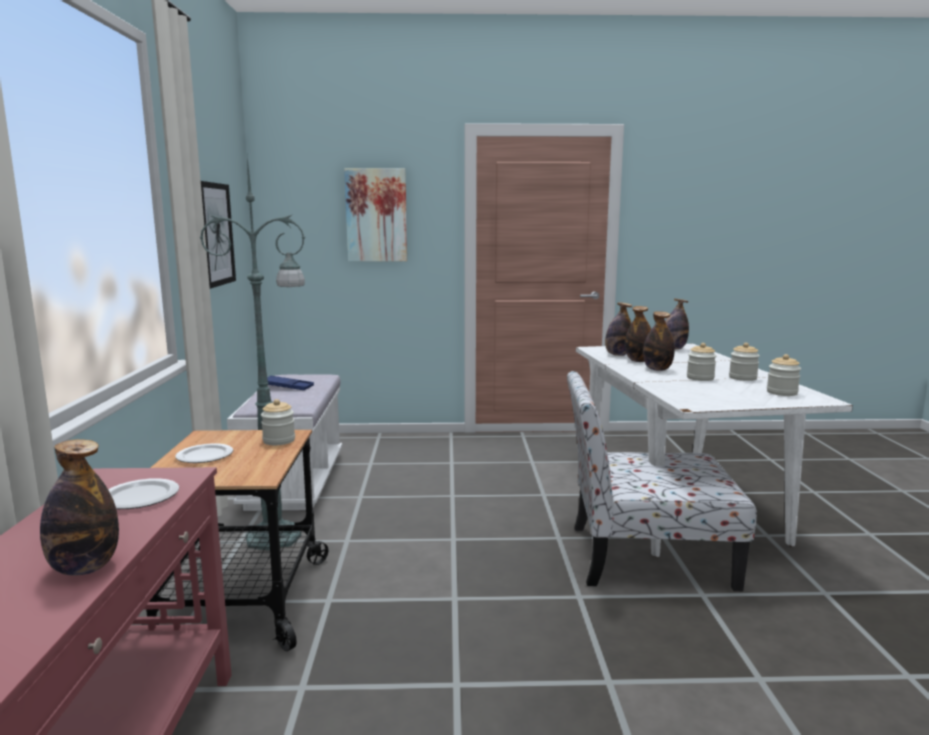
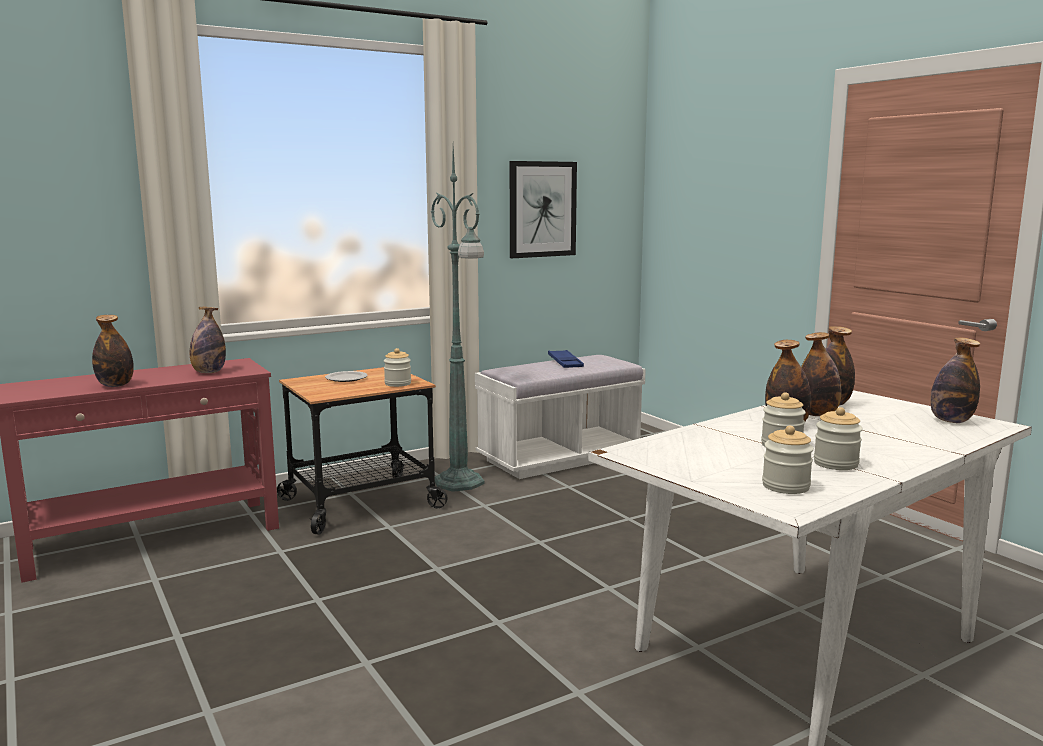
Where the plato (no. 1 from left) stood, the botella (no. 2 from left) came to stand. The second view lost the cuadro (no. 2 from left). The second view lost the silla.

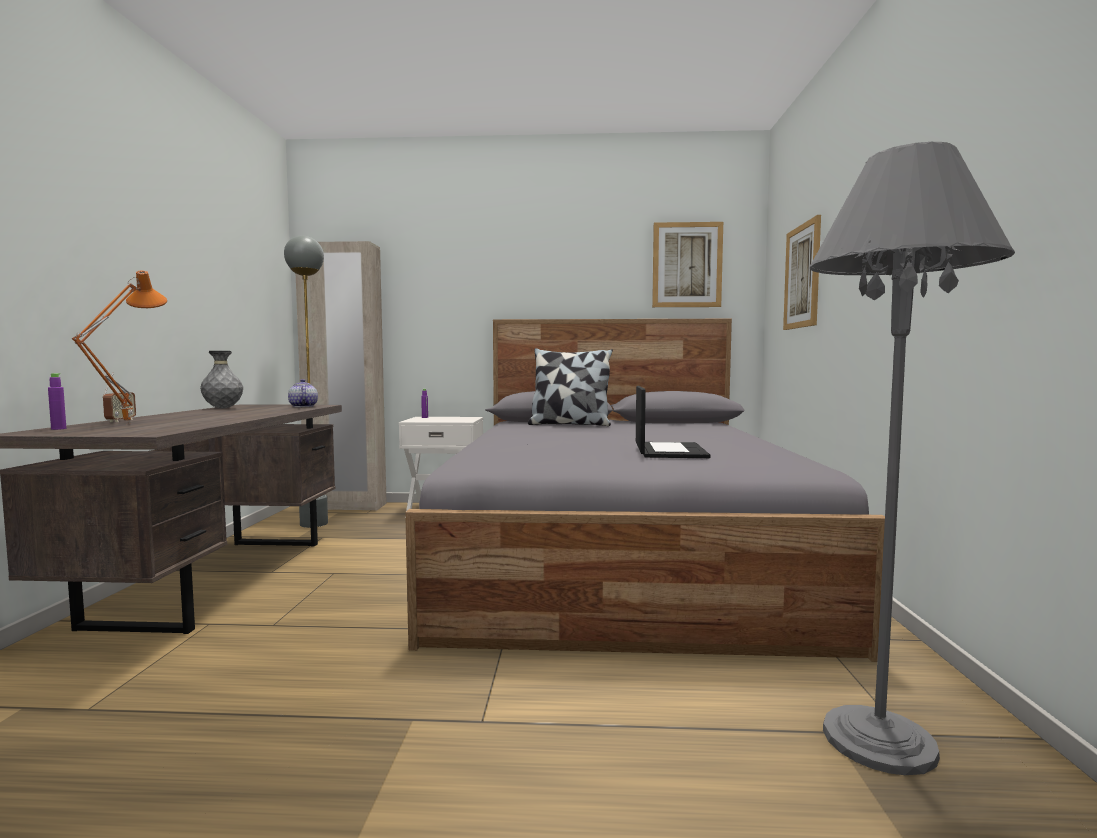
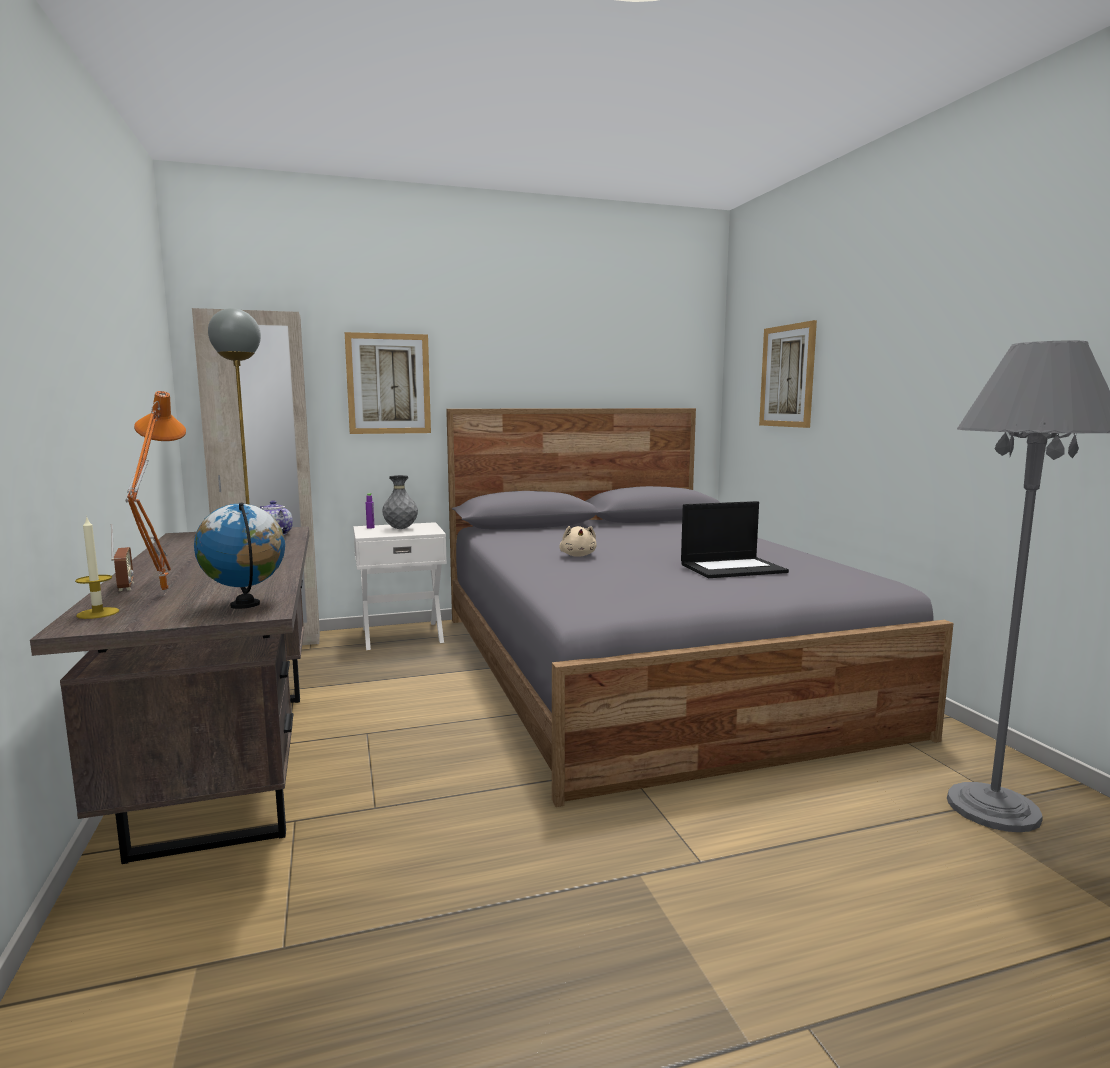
Where the botella/morado (no. 1 from left) stood, the vela came to stand. The second view gained the globo terráqueo. The cuadro (no. 1 from left) ended up elsewhere. The florero/gris ended up elsewhere. The second view gained the peluche/beis. The portátil ended up facing another way, 90 degrees clockwise from before. The second view lost the cojín.

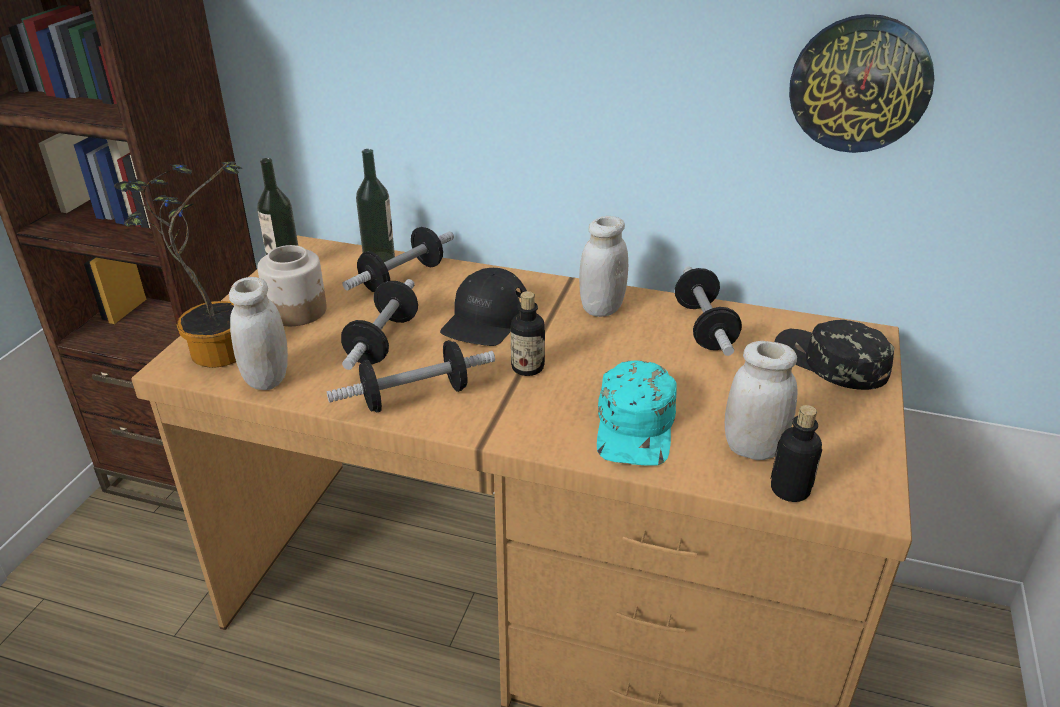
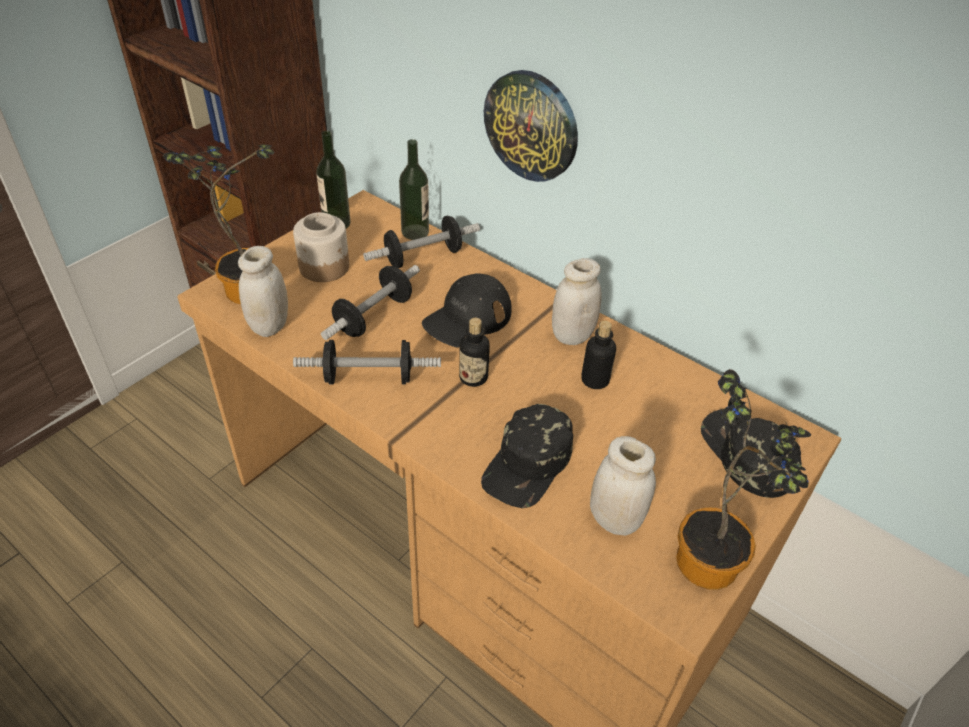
What was the gorra/turquesa turned into the gorra/negro (no. 2 from left). The reloj de pared ended up elsewhere. The botella (no. 4 from left) ended up elsewhere. The second view gained the planta en maceta (no. 2 from left). The second view lost the mancuerna (no. 4 from left).

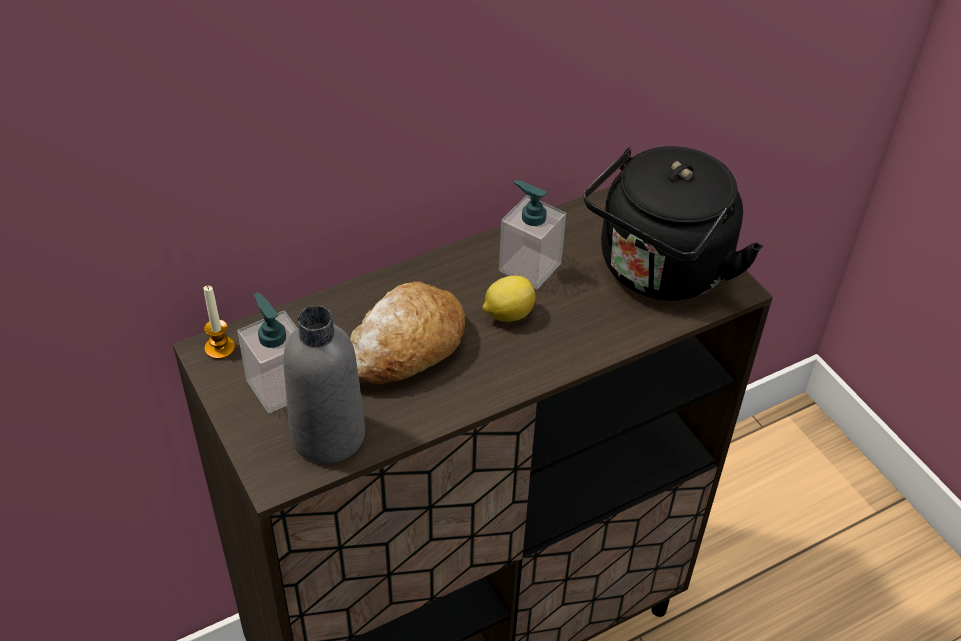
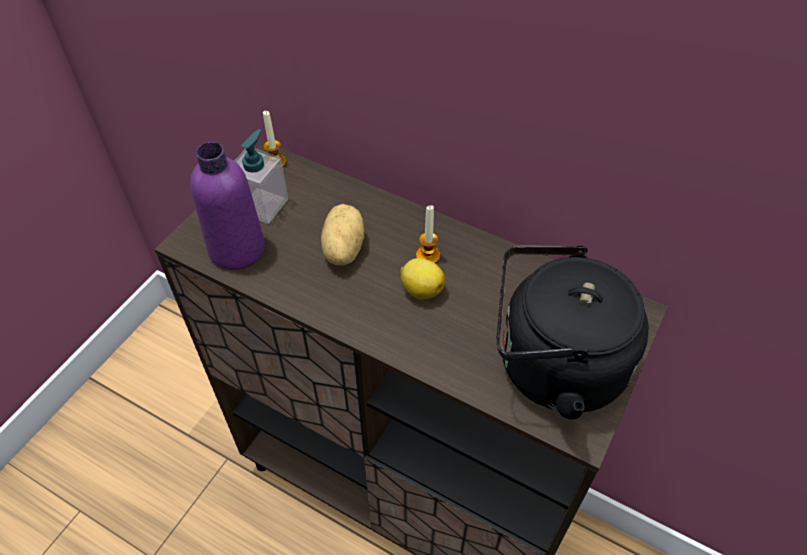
What was the botella/gris turned into the botella/morado. Where the pan stood, the patata came to stand. The second view gained the vela (no. 2 from left). The second view lost the dispensador de jabón (no. 2 from left).

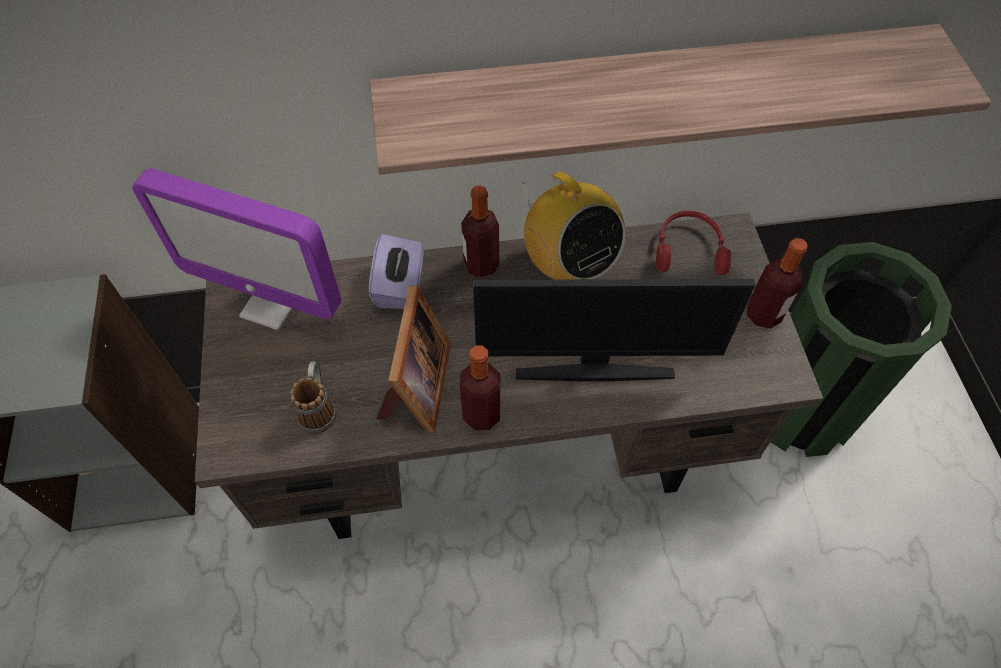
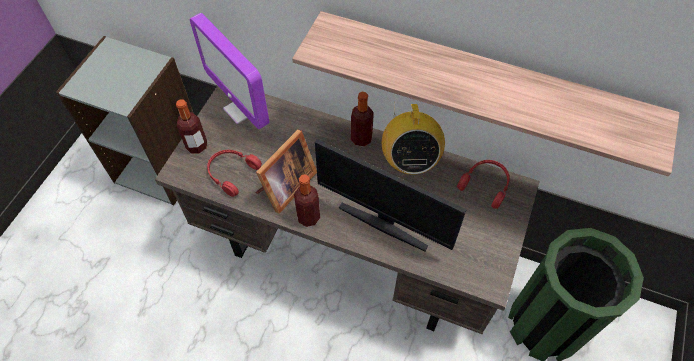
The botella (no. 3 from left in the first image) ended up elsewhere. Where the taza grande stood, the auriculares/rojo (no. 1 from left) came to stand. The second view lost the caja de pañuelos/morado.

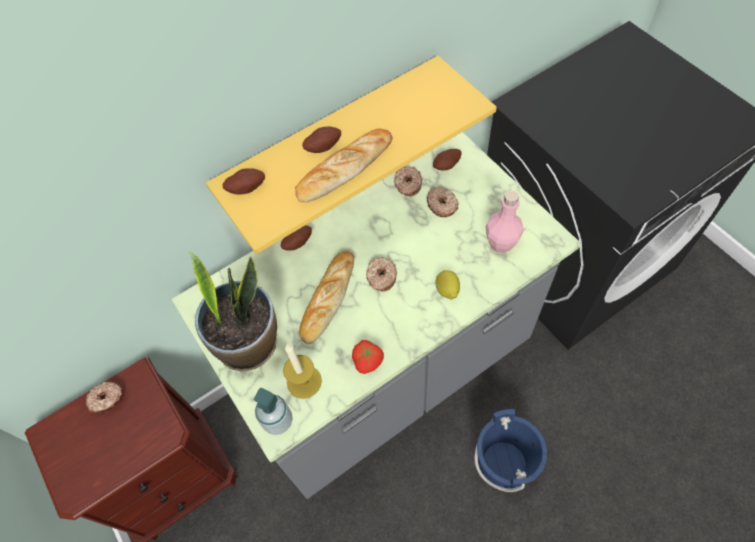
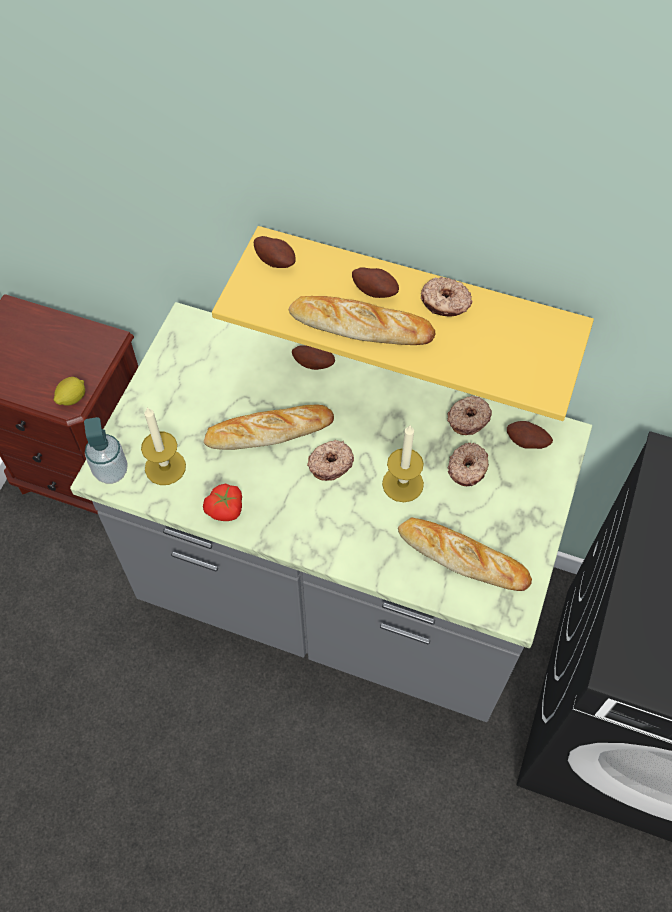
The limón ended up elsewhere. The second view gained the vela (no. 2 from left). Where the botella/rosa stood, the pan (no. 3 from left) came to stand. The rosquilla (no. 1 from left in the first image) ended up elsewhere. The second view lost the planta en maceta. The second view lost the cubo/azul.

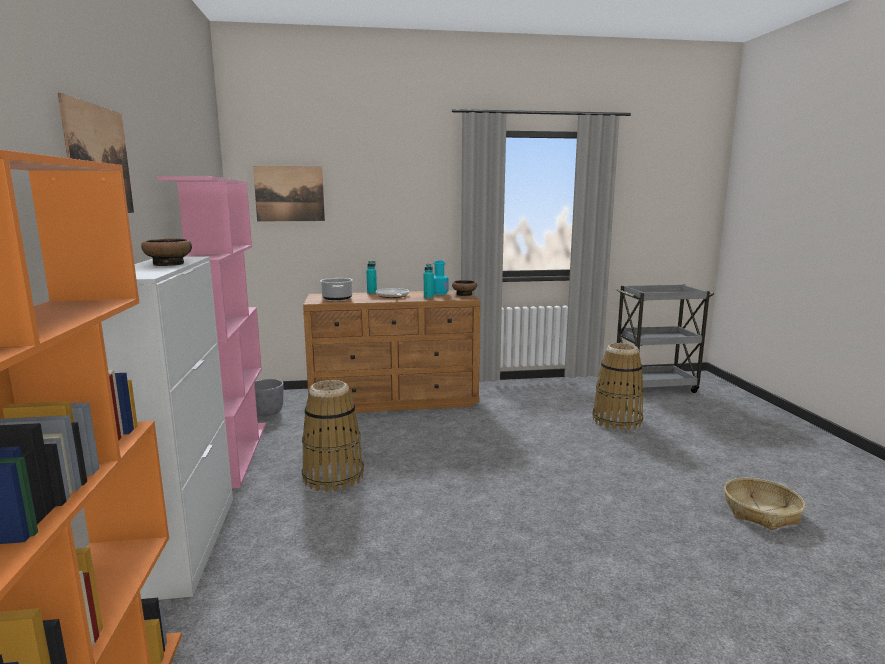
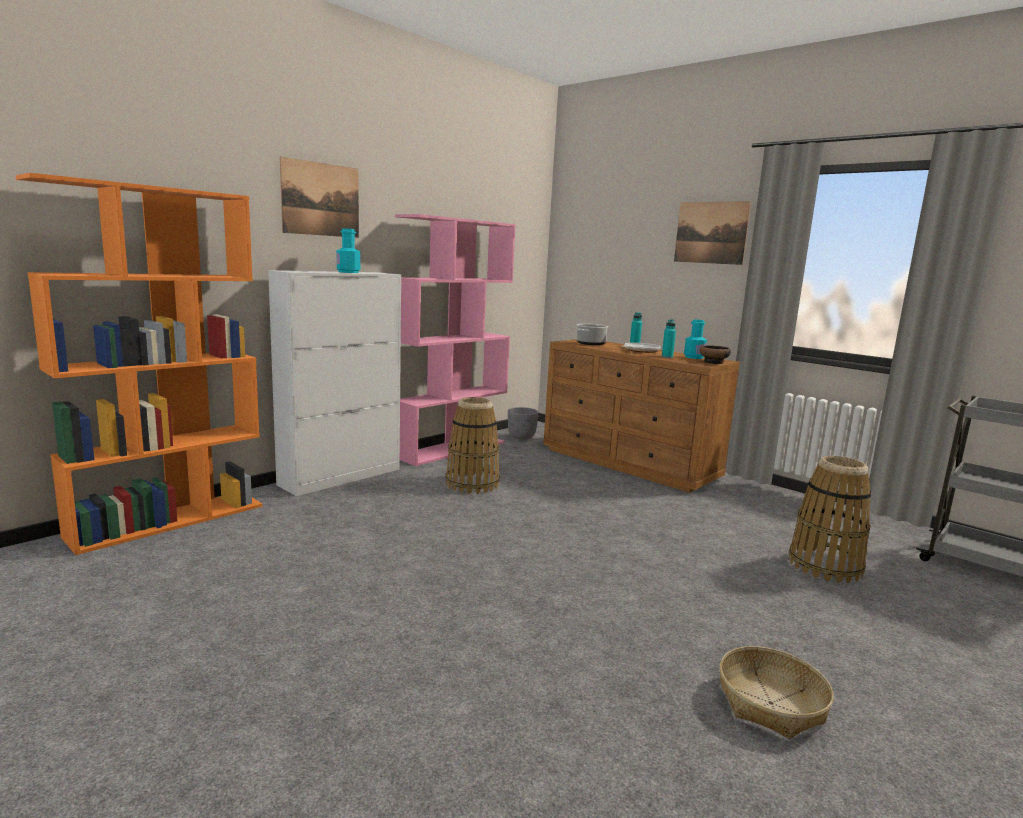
Where the cuenco (no. 1 from left) stood, the botella/turquesa (no. 1 from left) came to stand. The cuadro (no. 2 from left) ended up elsewhere.

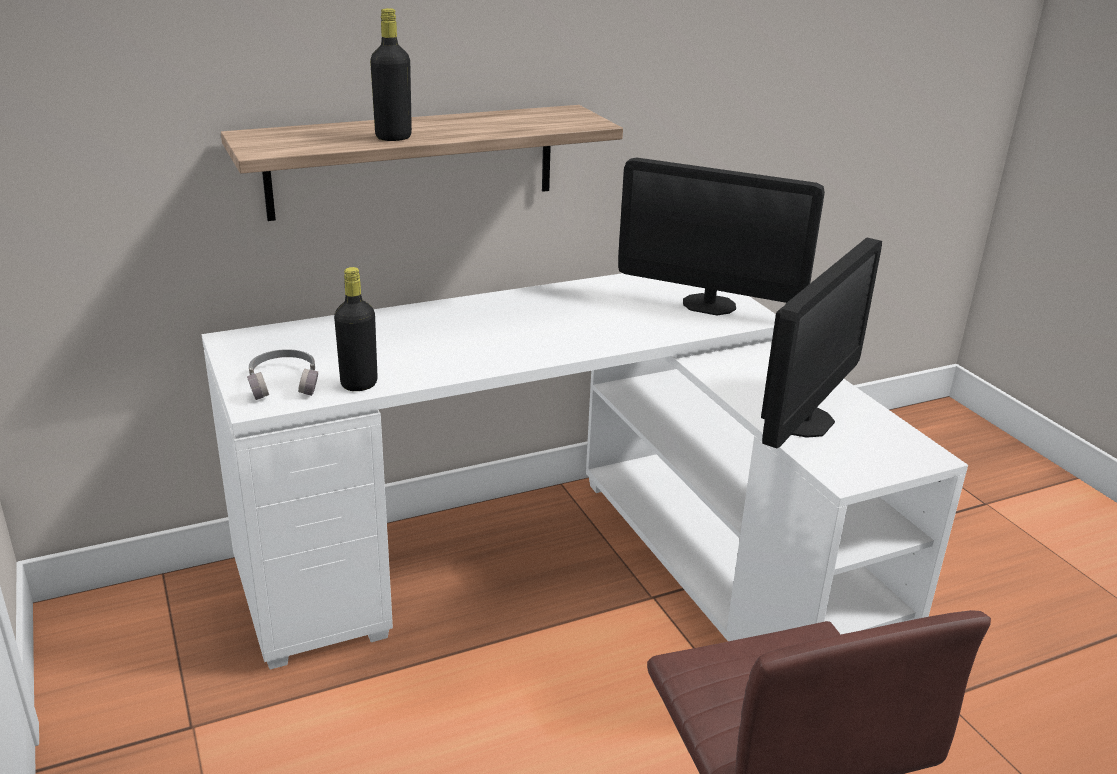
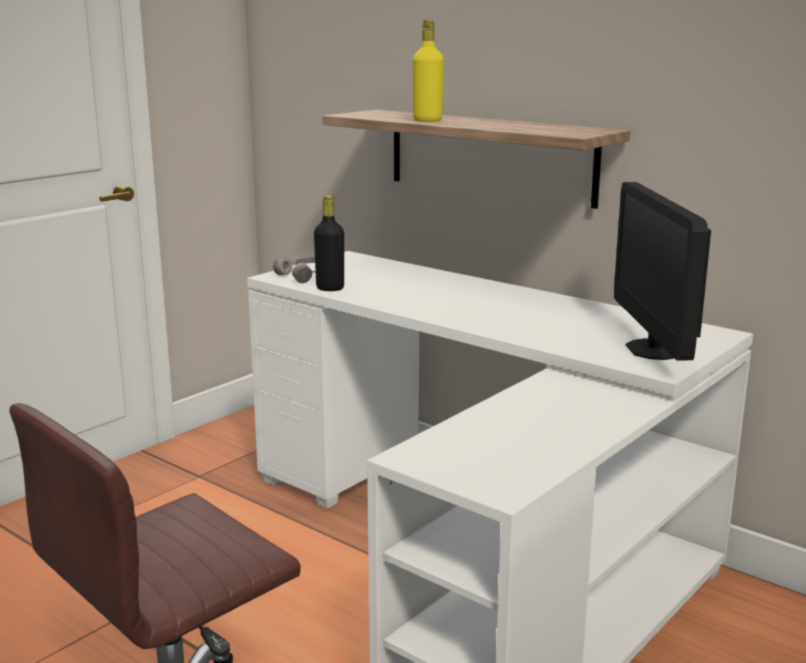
What was the botella/negro (no. 2 from left) turned into the botella/amarillo. The second view lost the monitor (no. 2 from left).

